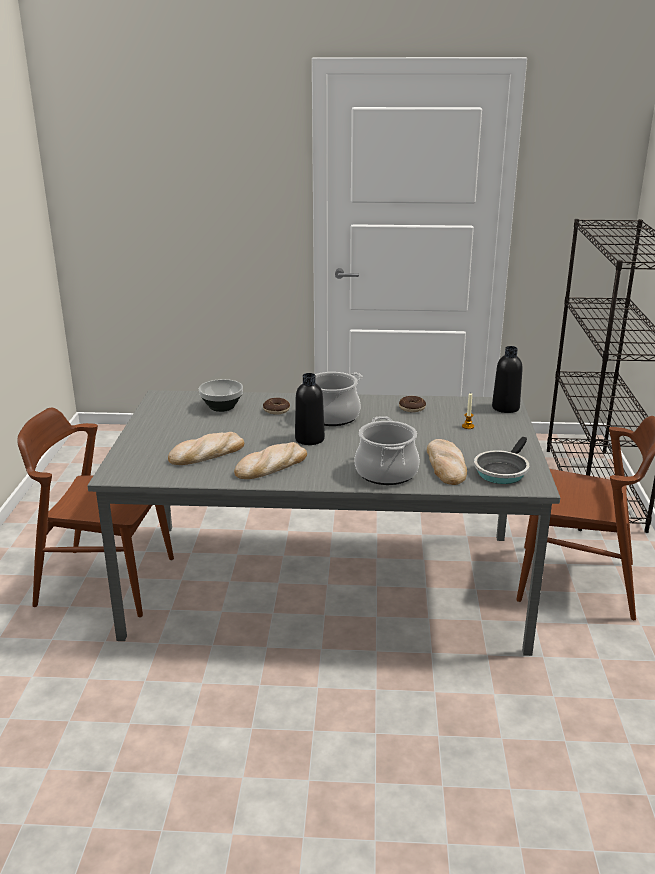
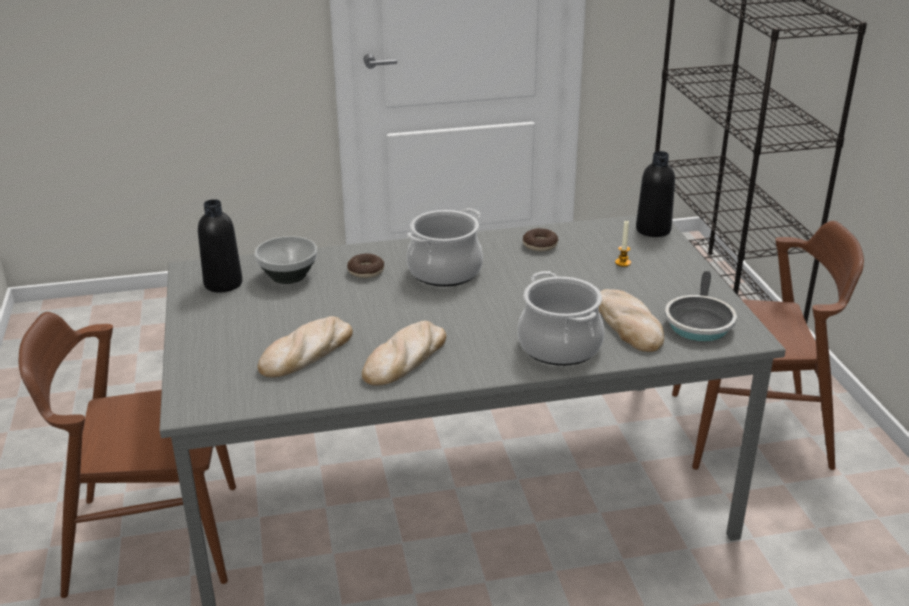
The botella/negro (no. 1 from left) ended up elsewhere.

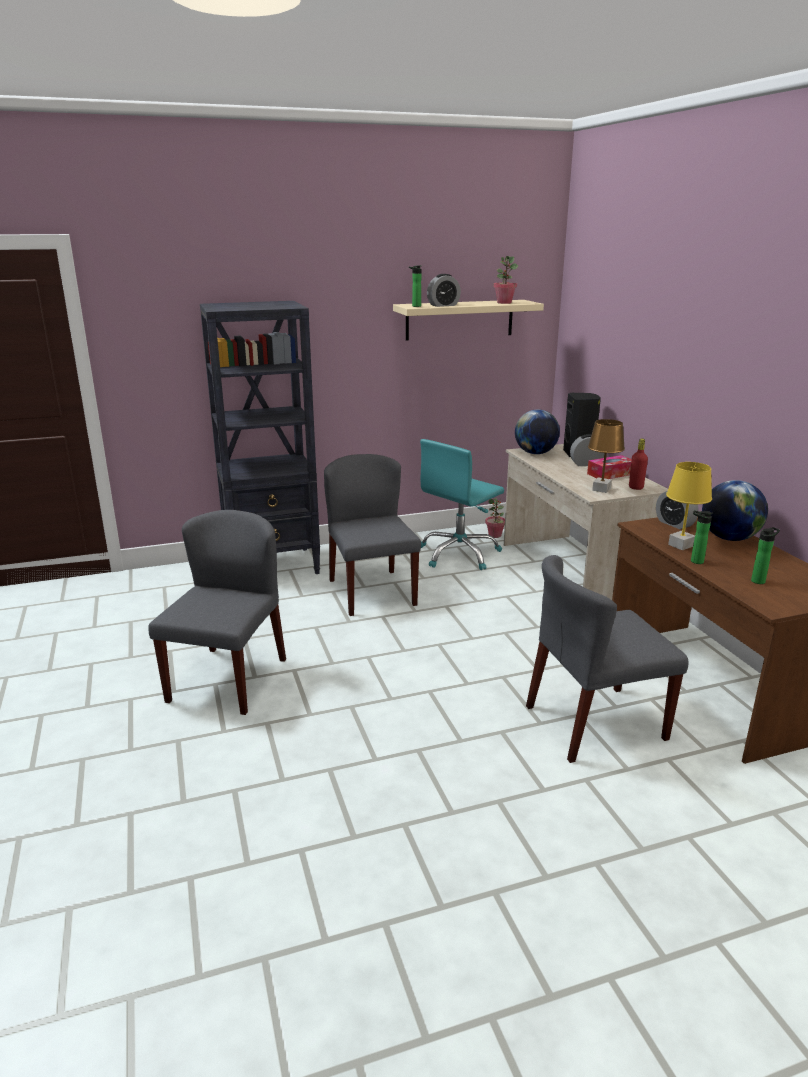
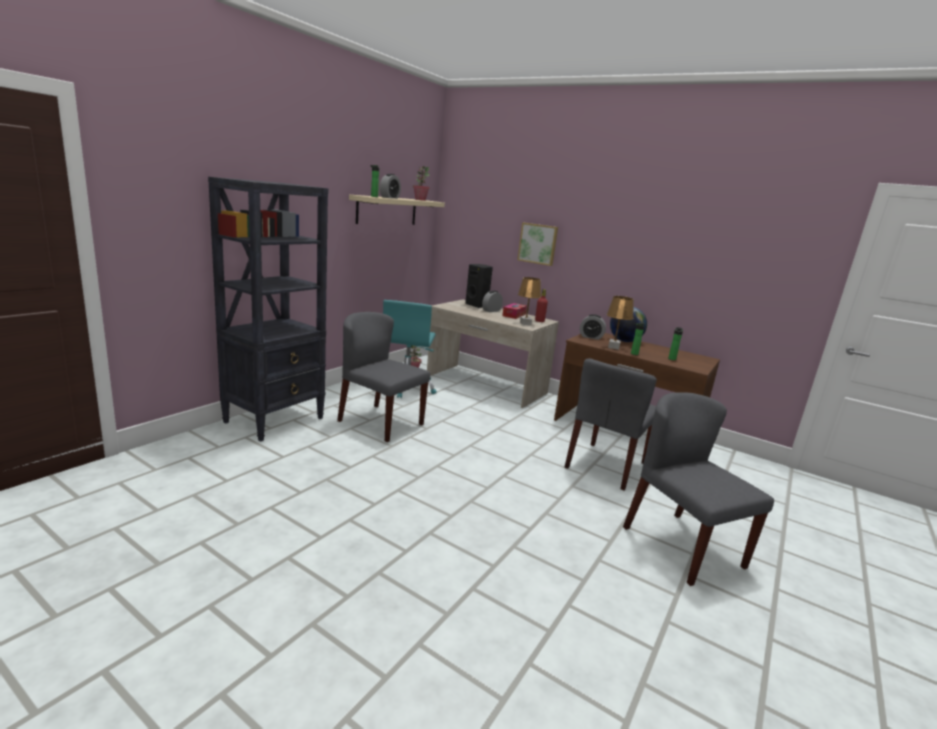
The second view gained the cuadro. What was the lámpara de mesa/amarillo turned into the lámpara de mesa/marrón (no. 2 from left). The silla/gris (no. 1 from left in the first image) ended up elsewhere. The second view lost the globo terráqueo (no. 1 from left).

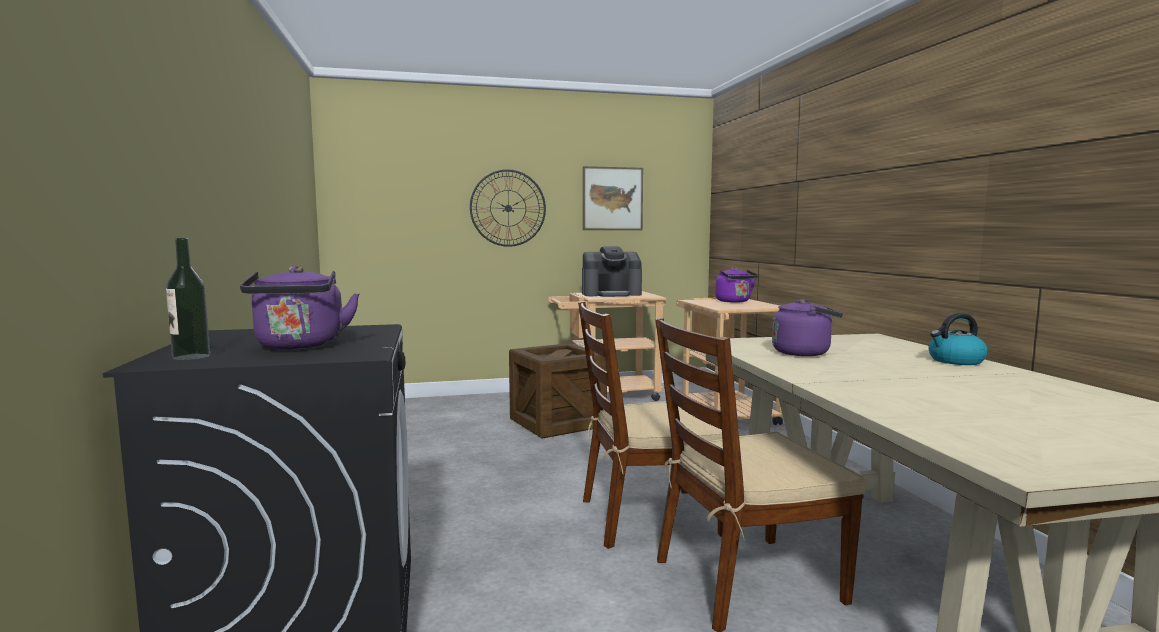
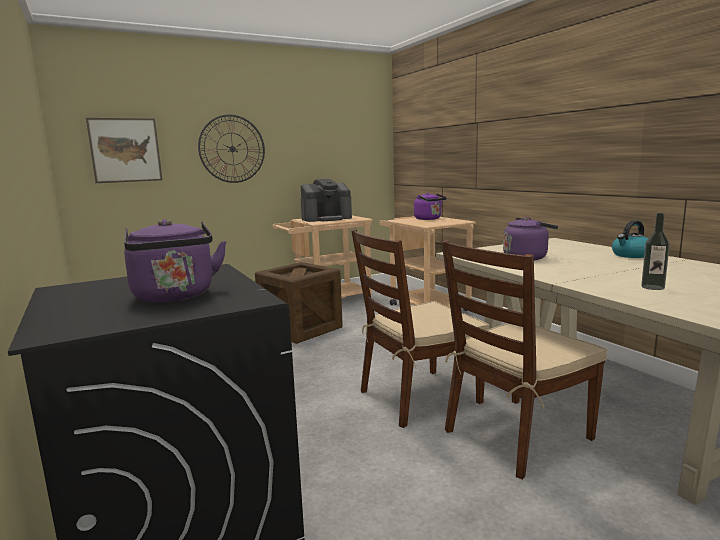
The cuadro ended up elsewhere. The botella ended up elsewhere.

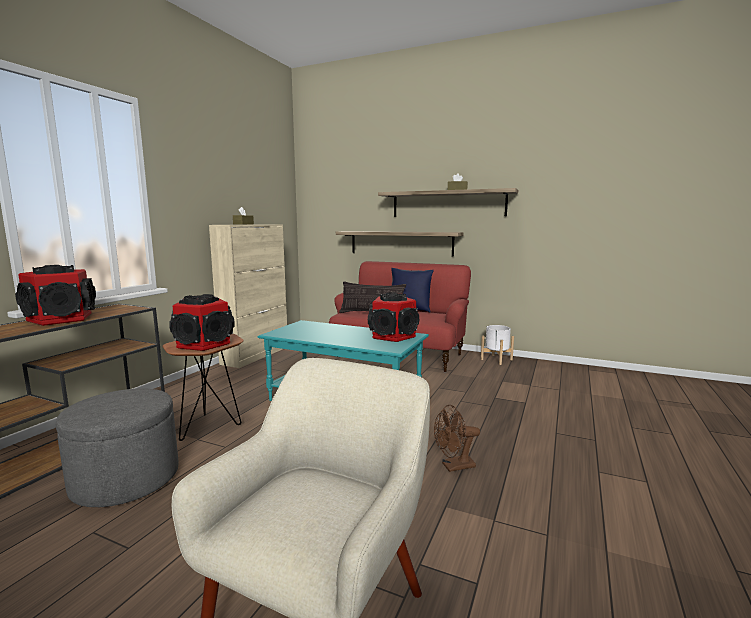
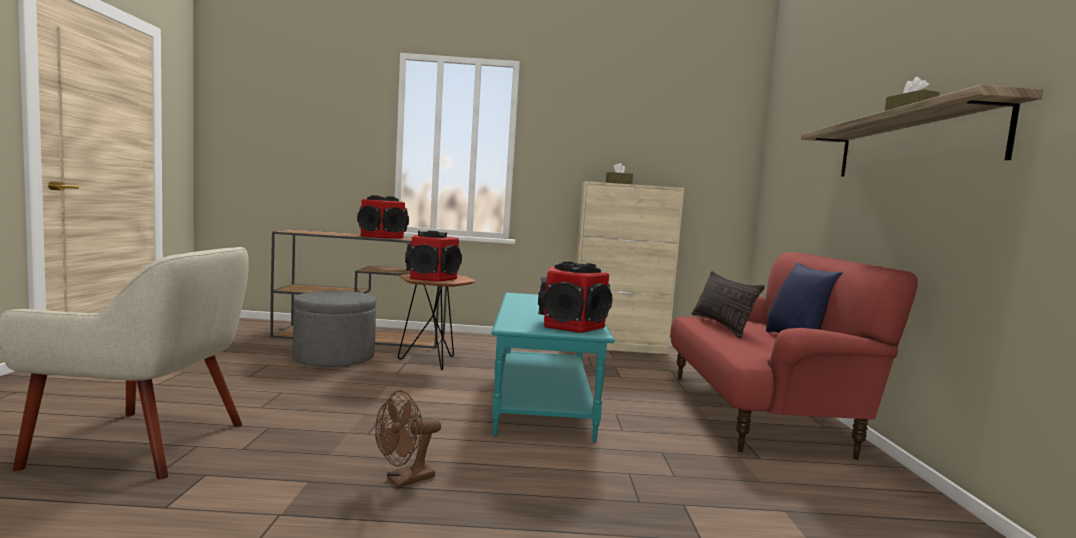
The ventilador/marrón ended up facing another way, 90 degrees counterclockwise from before. The second view lost the estante (no. 1 from left). The second view lost the maceta/blanco.

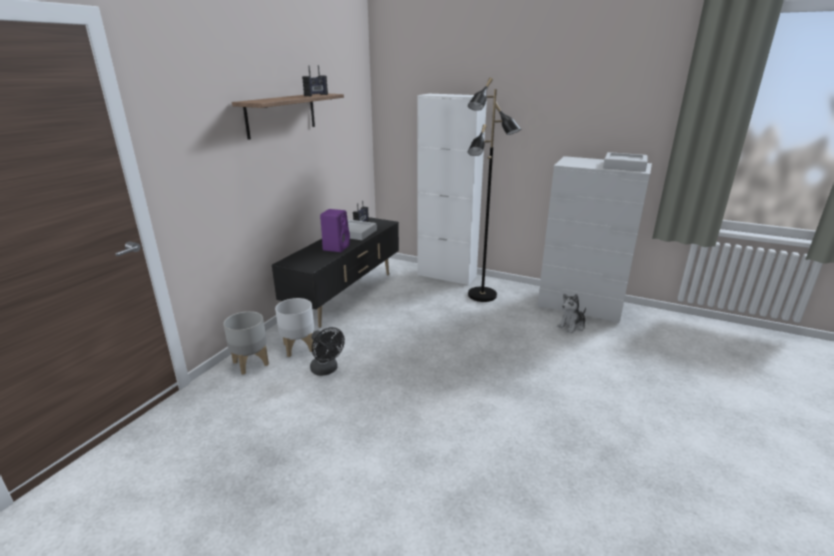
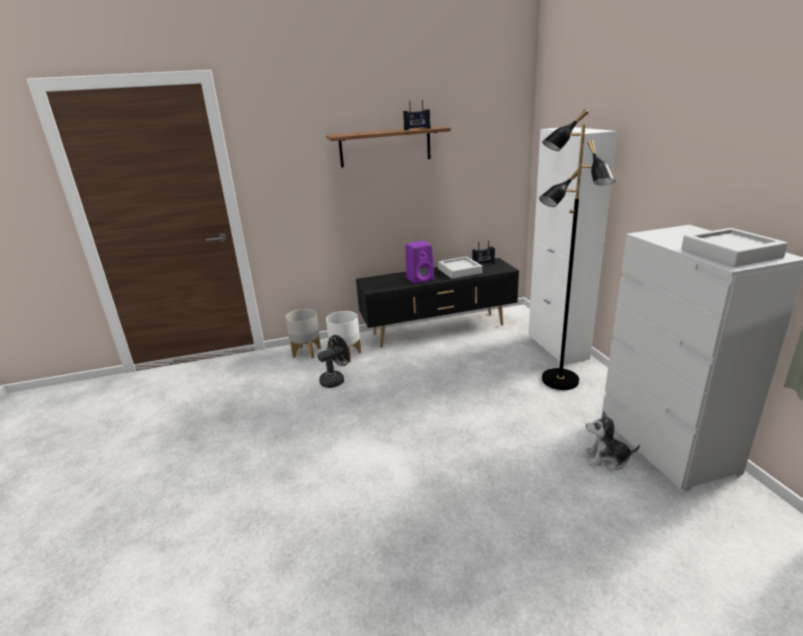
The ventilador/negro ended up facing another way, 135 degrees counterclockwise from before.

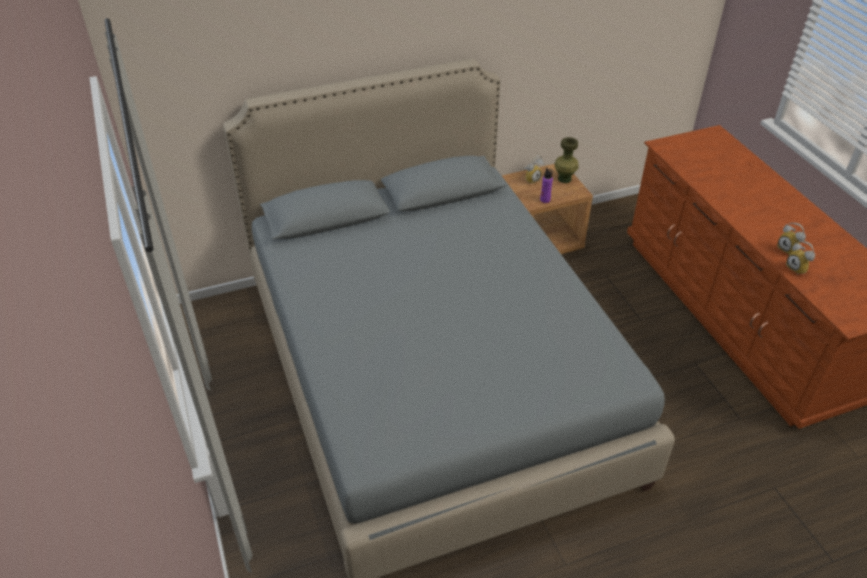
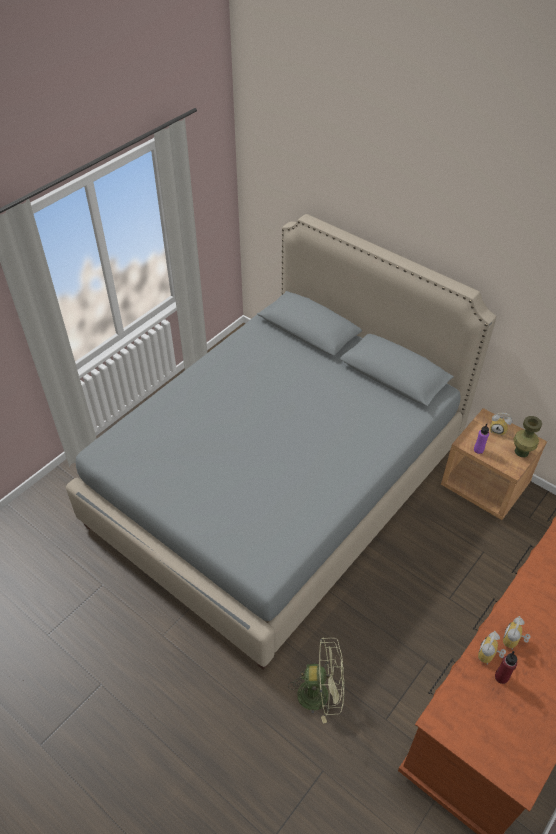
The second view gained the ventilador/verde. The second view gained the botella/rojo.

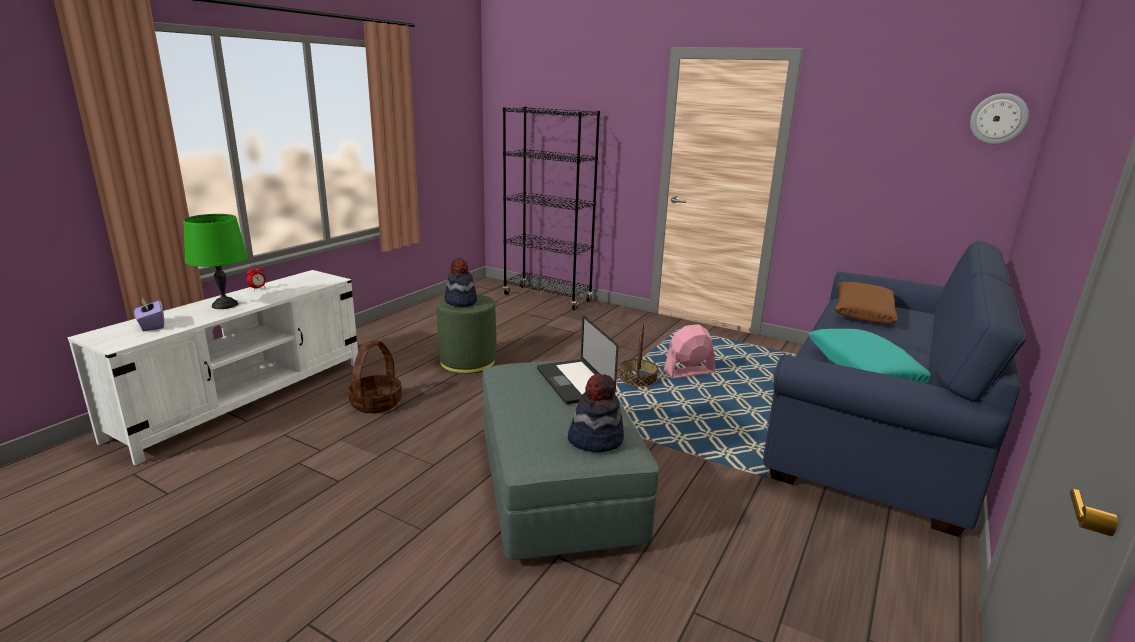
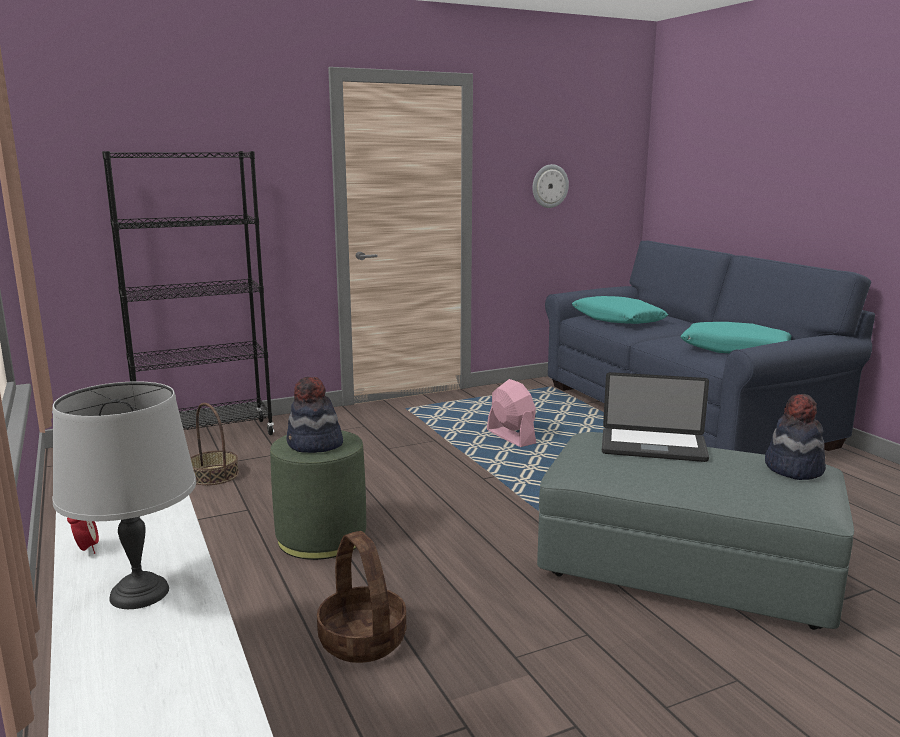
What was the lámpara de mesa/verde turned into the lámpara de mesa/gris. The cesta (no. 2 from left in the first image) ended up elsewhere. The ventilador/rosa ended up facing another way, 135 degrees clockwise from before. The reloj de pared ended up elsewhere. What was the cojín/marrón turned into the cojín/turquesa (no. 1 from left). The second view lost the caja de pañuelos/morado.

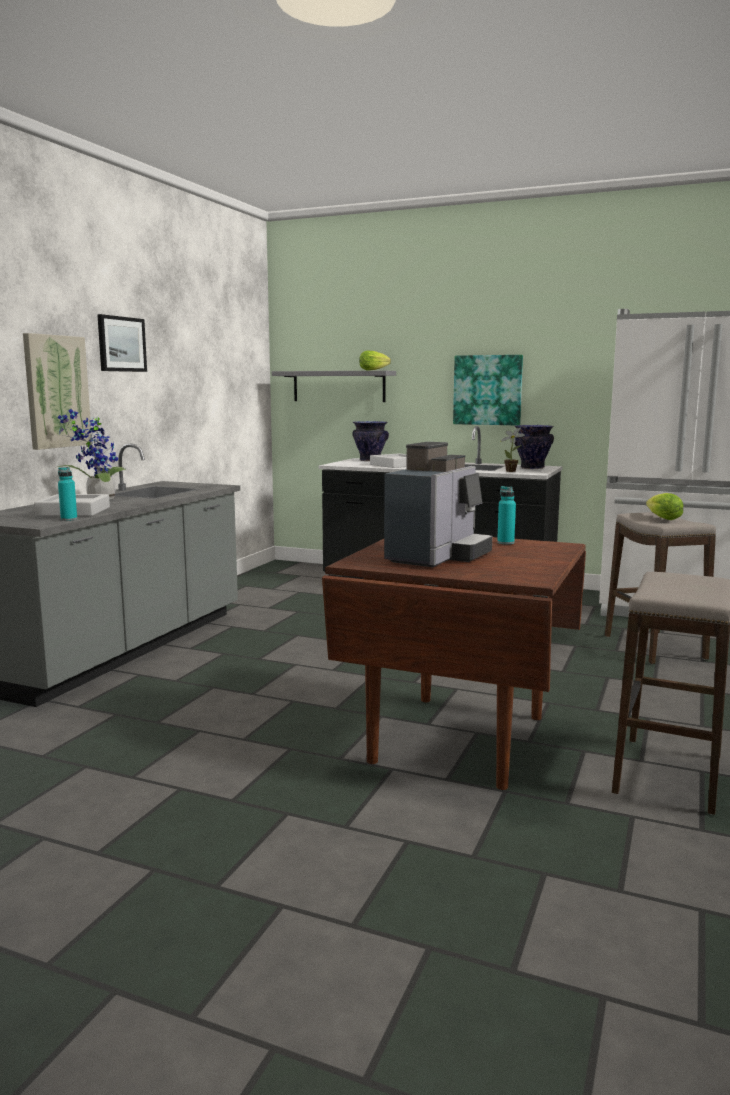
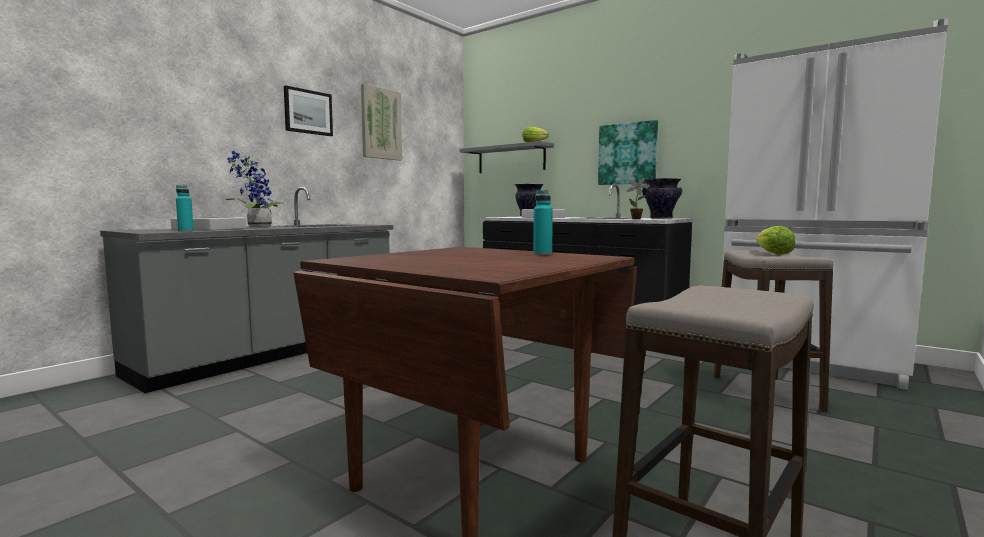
The cuadro (no. 1 from left in the first image) ended up elsewhere. The second view lost the cafetera.

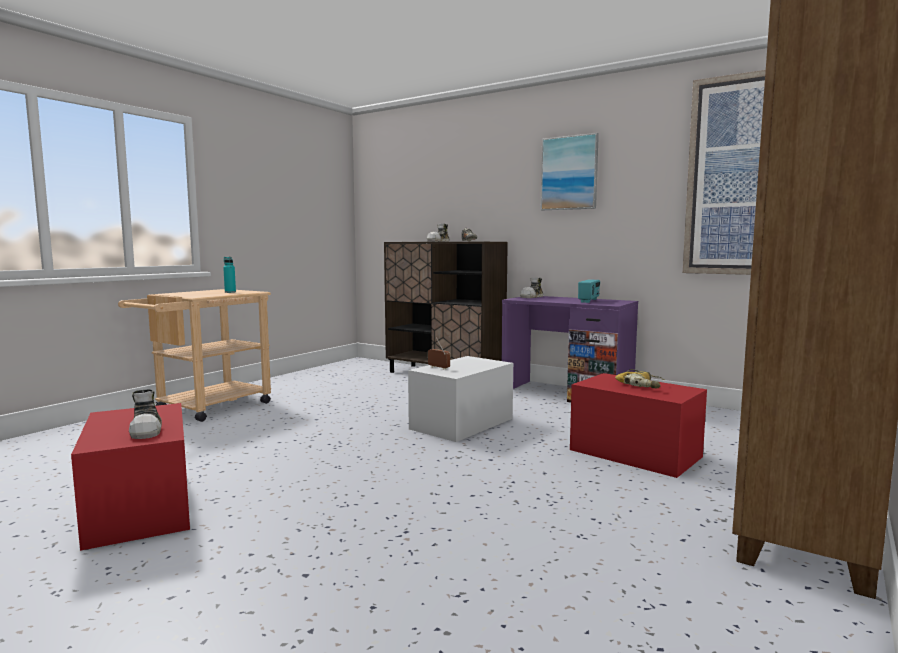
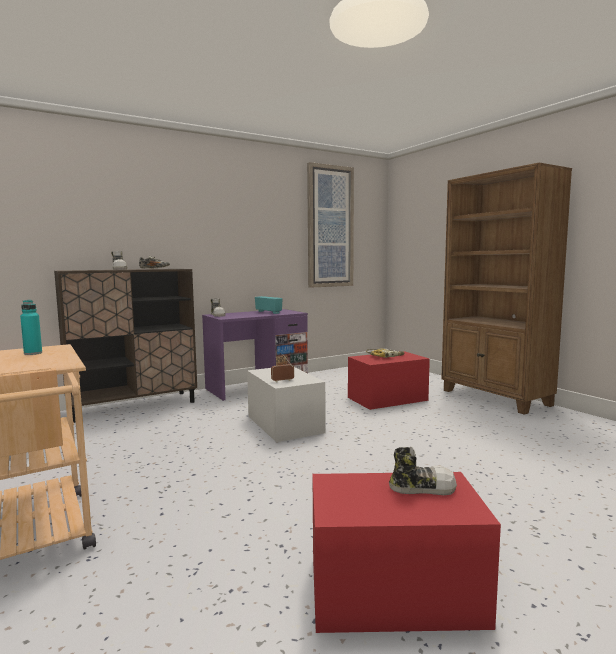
The second view lost the cuadro (no. 1 from left).

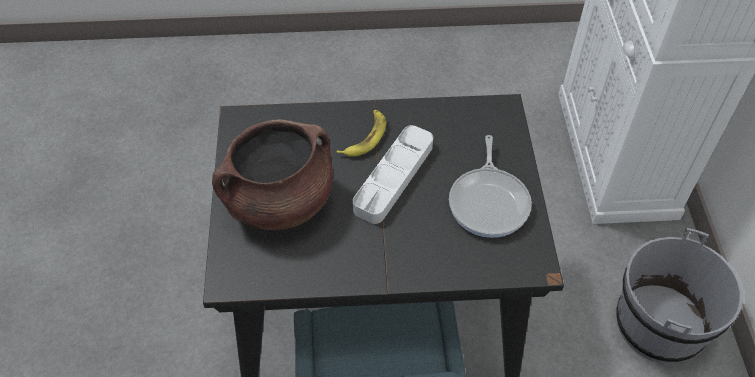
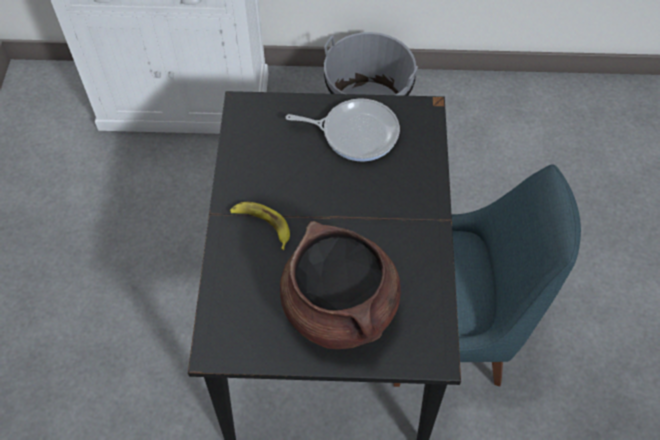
The second view lost the bandeja/gris.

